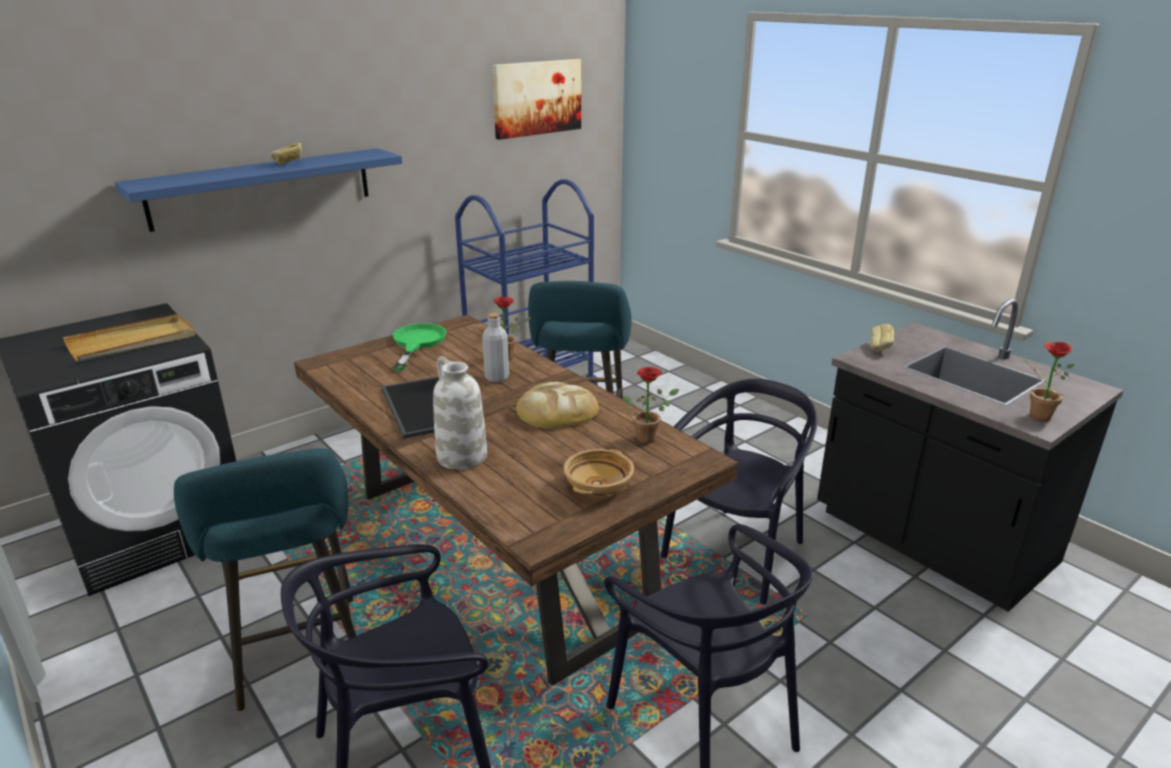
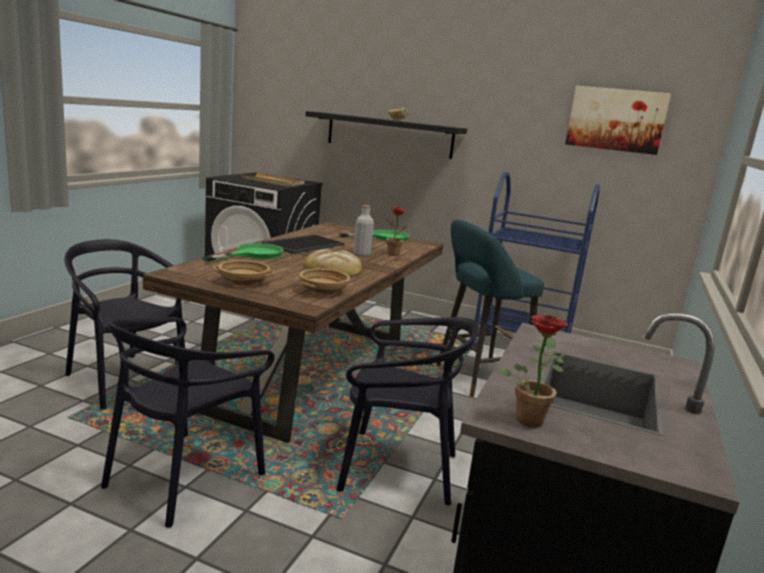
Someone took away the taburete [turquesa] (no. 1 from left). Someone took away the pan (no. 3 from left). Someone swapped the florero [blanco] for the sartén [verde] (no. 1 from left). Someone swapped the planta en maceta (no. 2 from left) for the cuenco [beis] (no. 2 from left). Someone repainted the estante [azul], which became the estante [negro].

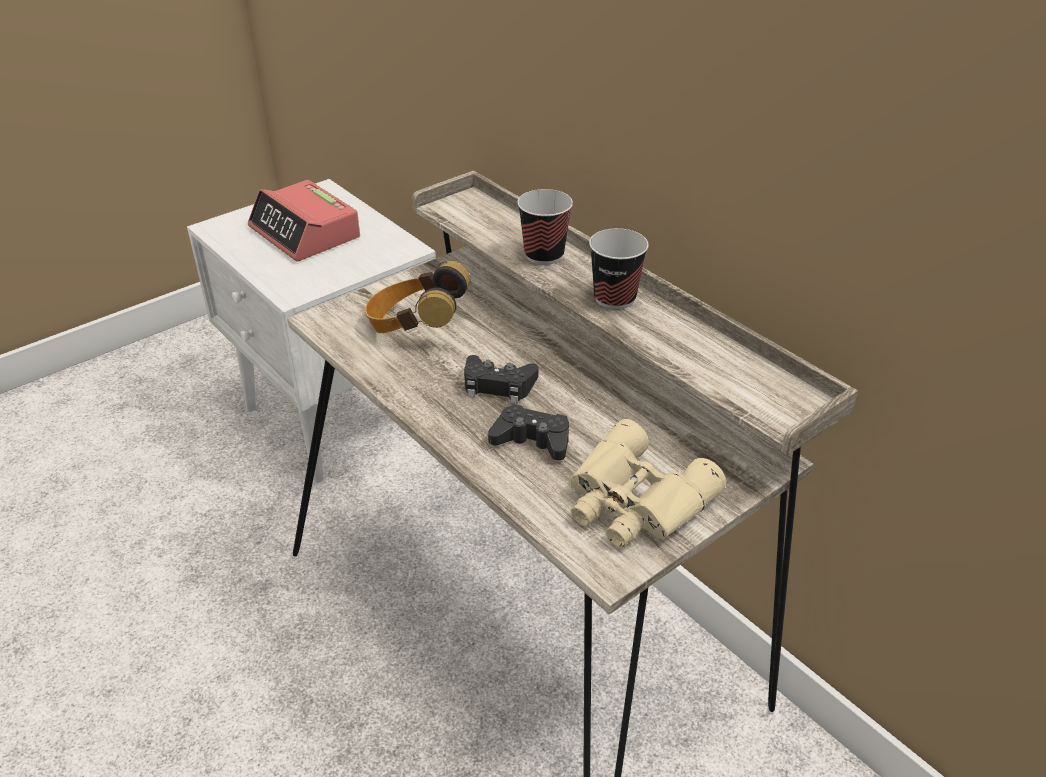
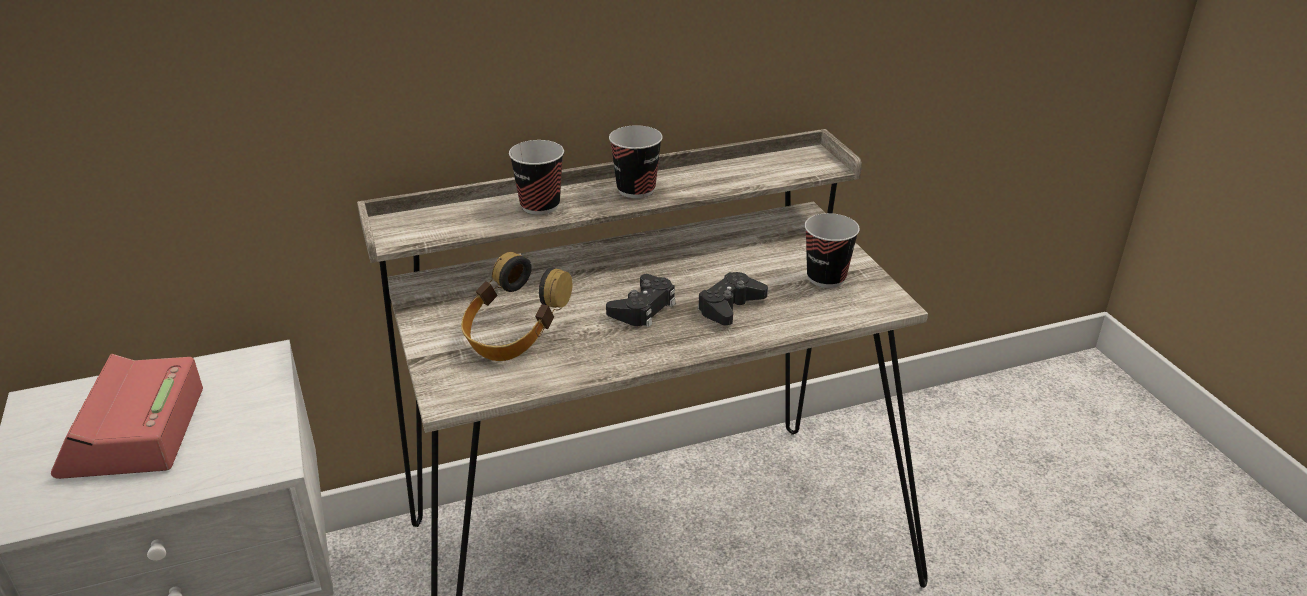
Someone swapped the prismáticos [beis] for the taza (no. 3 from left). Someone rotated the despertador by 105 degrees clockwise.

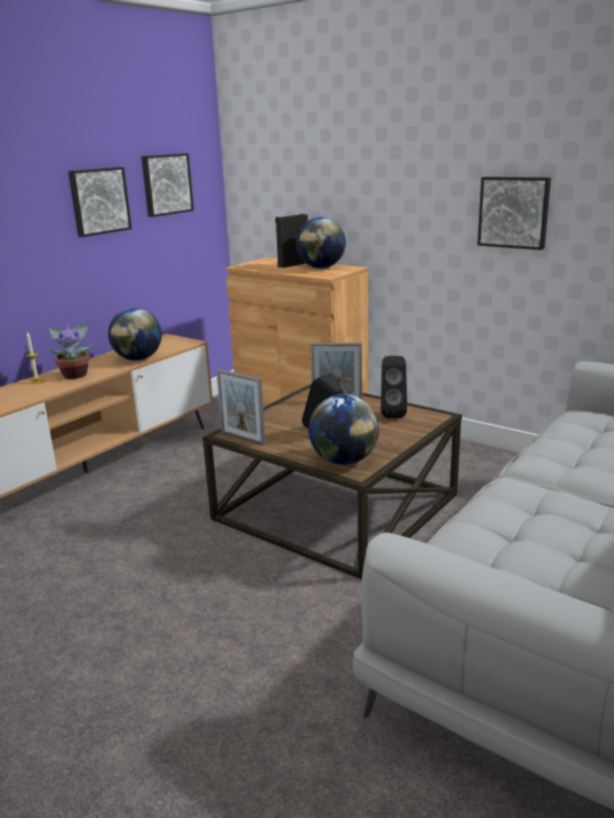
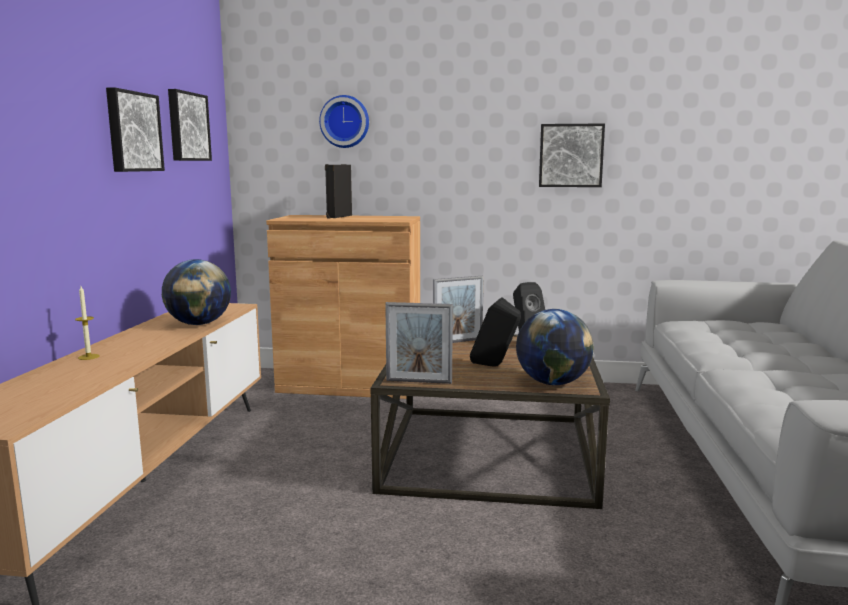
Someone took away the planta en maceta. Someone took away the globo terráqueo (no. 2 from left). Someone put up the reloj de pared.

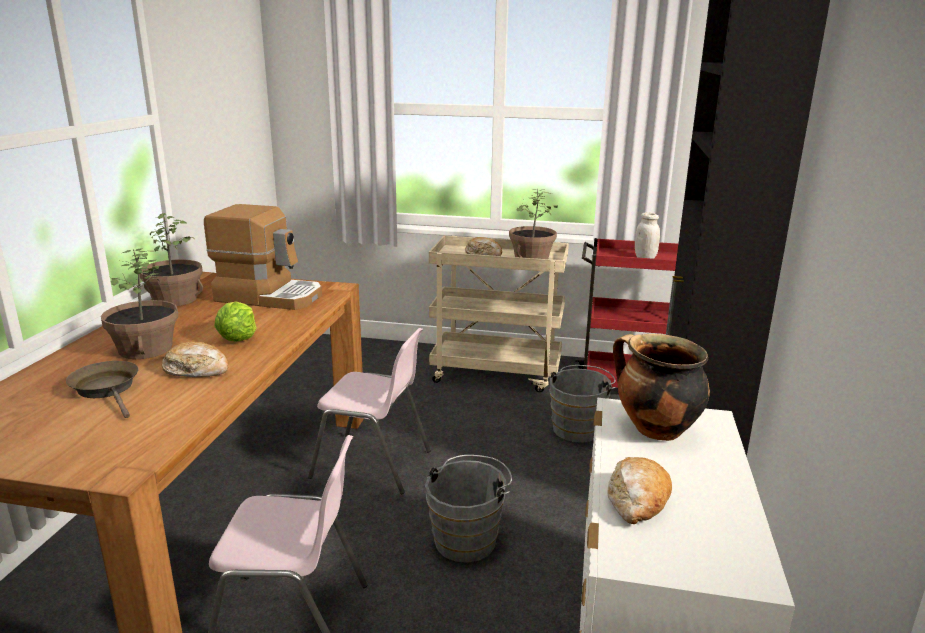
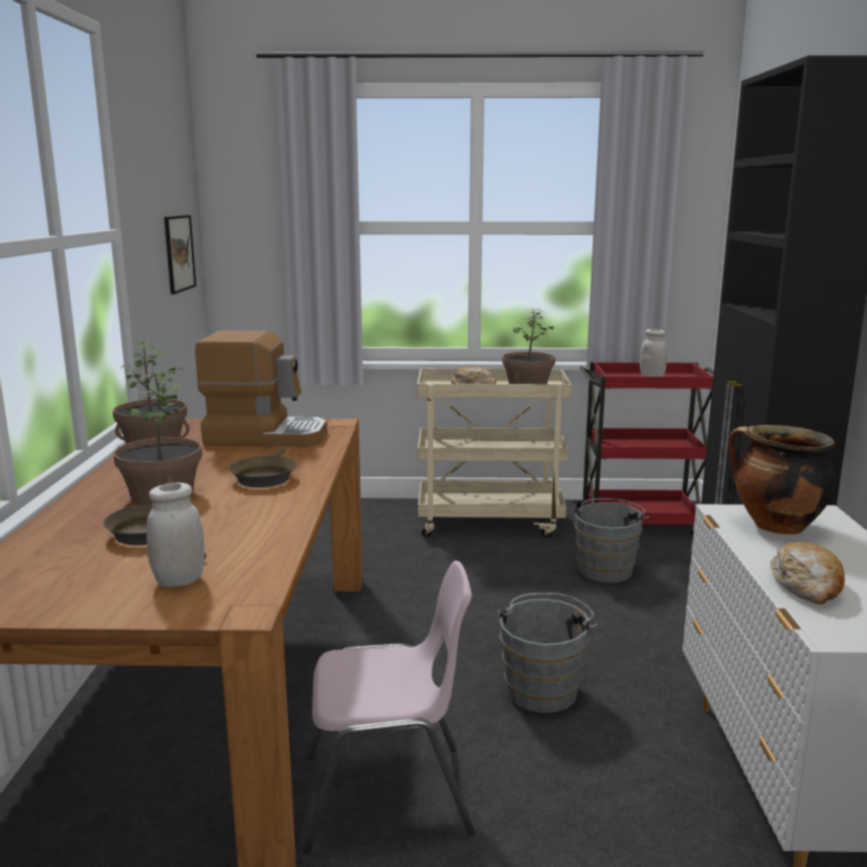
Someone took away the pan (no. 1 from left). Someone took away the silla [rosa] (no. 2 from left). Someone put down the tarro [blanco] (no. 1 from left). Someone put up the cuadro. Someone swapped the lechuga for the sartén [marrón] (no. 2 from left).

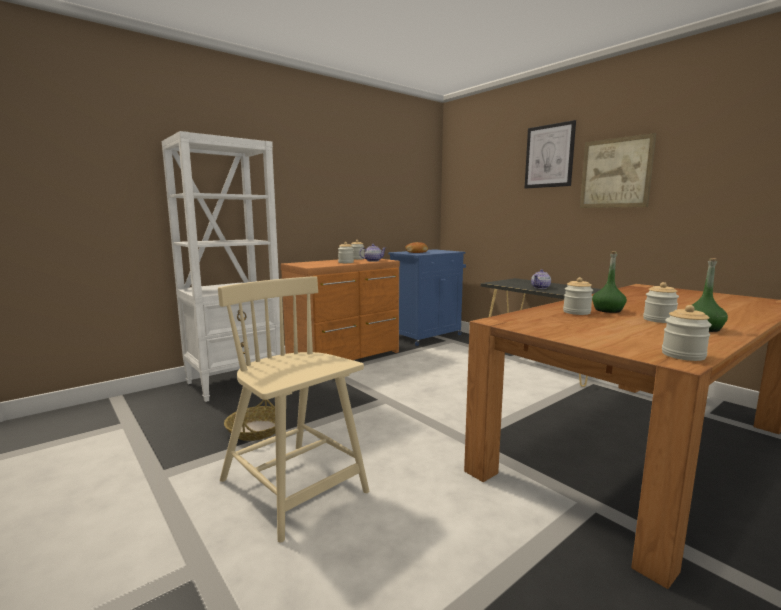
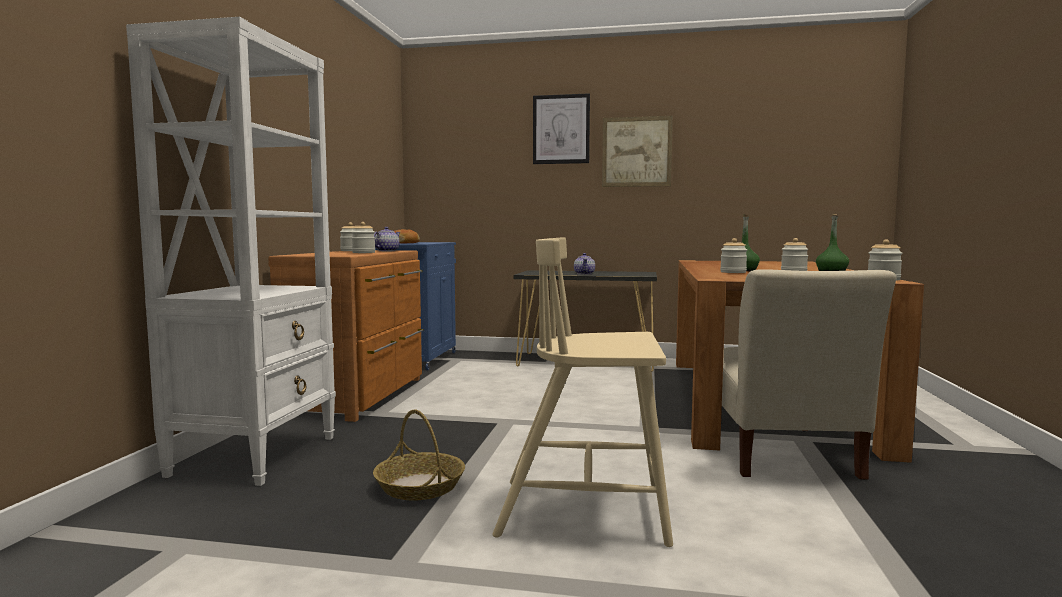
Someone put down the silla [beis] (no. 2 from left).

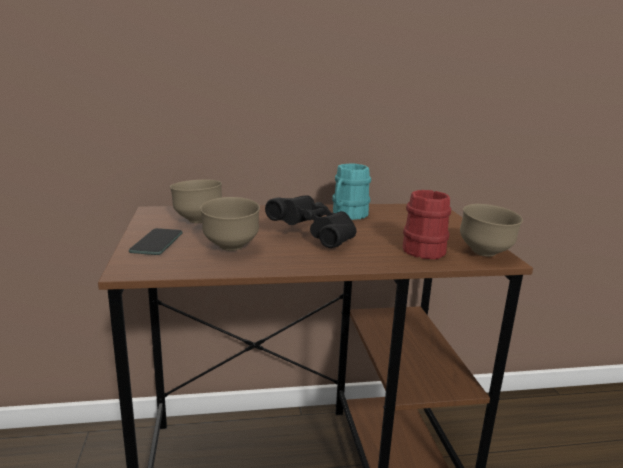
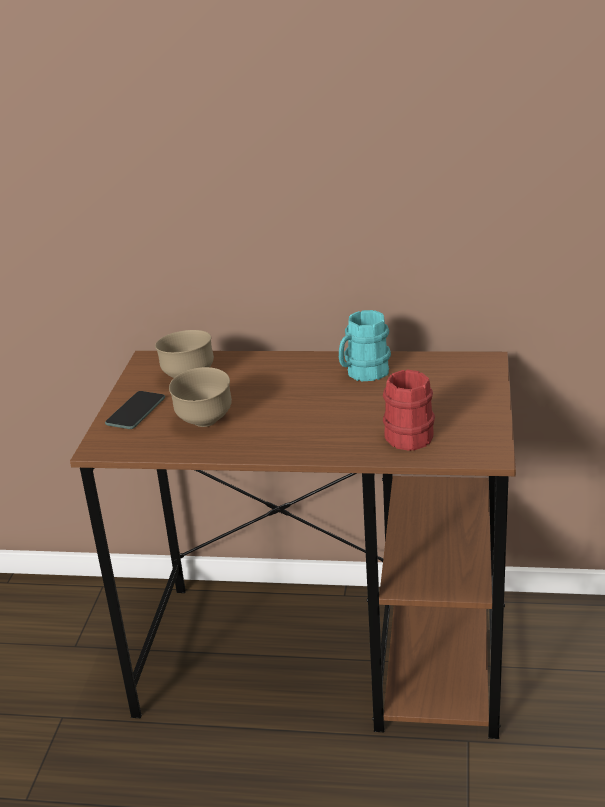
Someone took away the prismáticos [negro]. Someone took away the cuenco [marrón] (no. 3 from left).

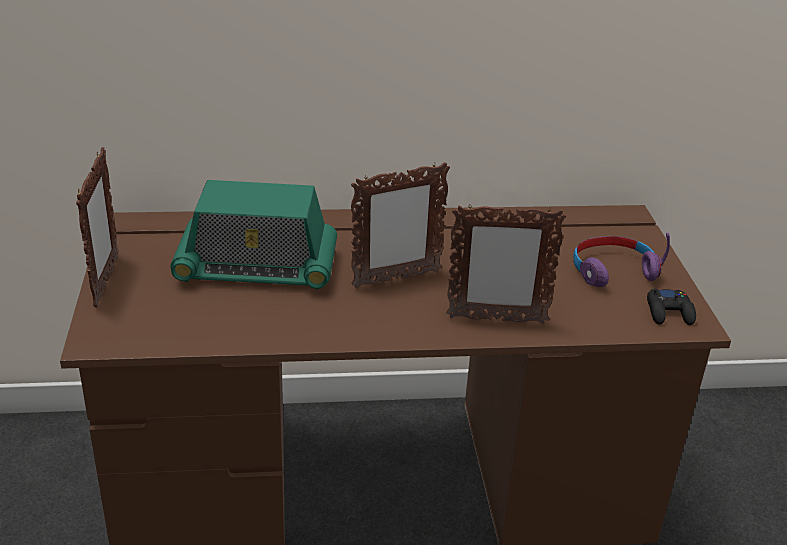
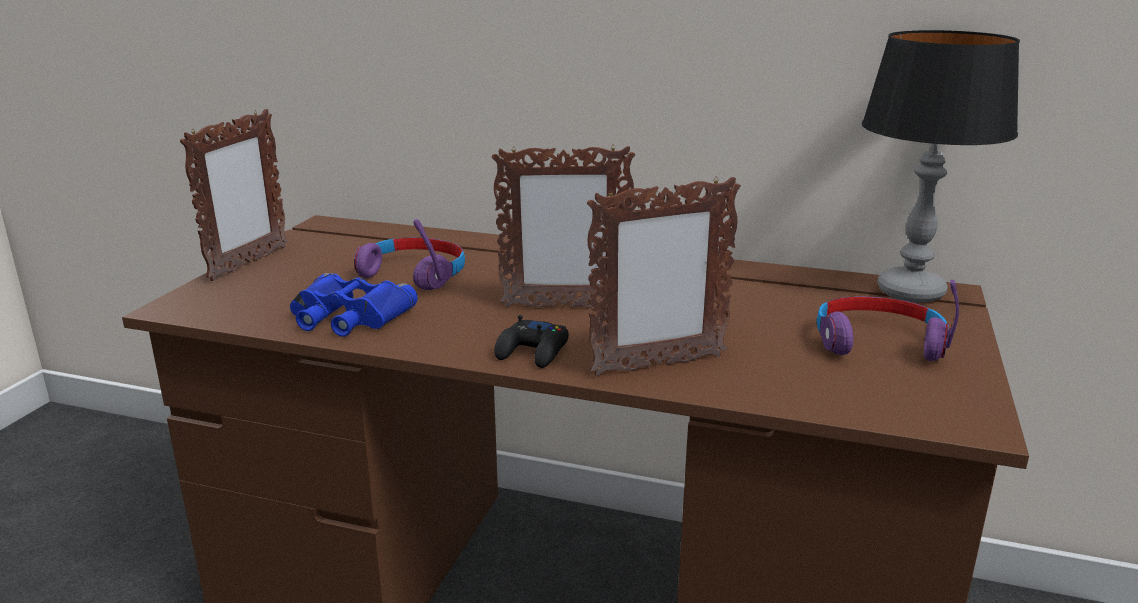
Someone put down the prismáticos [azul]. Someone put down the lámpara de mesa. Someone carried the mando de consola [negro]. Someone swapped the radio for the auriculares [morado] (no. 1 from left). Someone rotated the portarretratos (no. 3 from left) by 45 degrees counterclockwise.

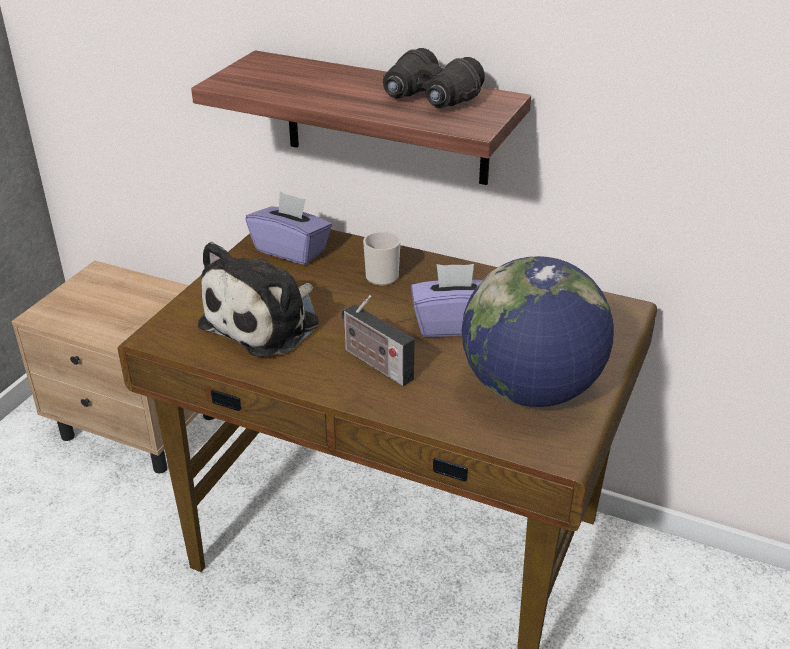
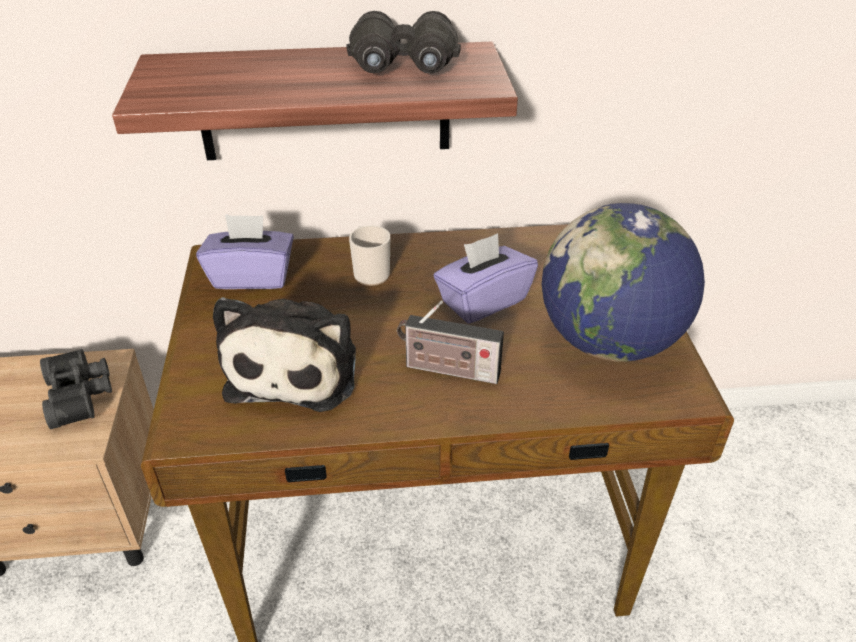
Someone put down the prismáticos [negro] (no. 1 from left).

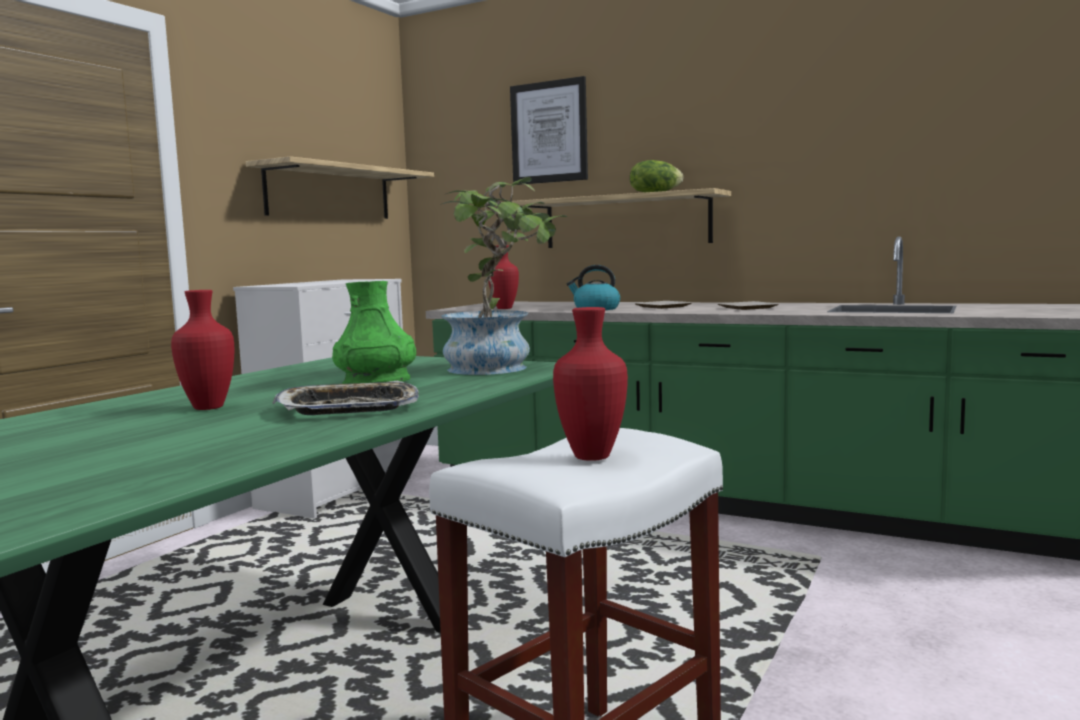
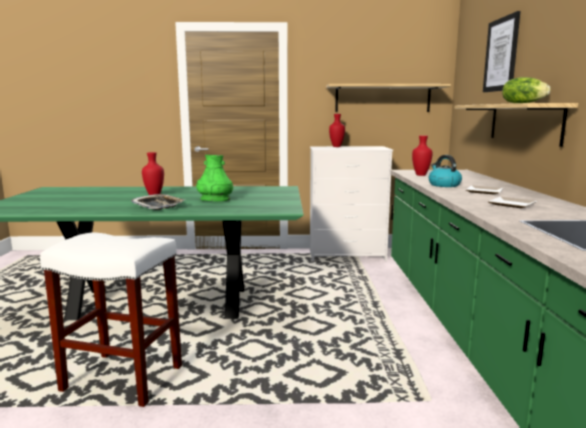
Someone took away the planta en maceta. Someone carried the florero [rojo] (no. 3 from left in the first image).

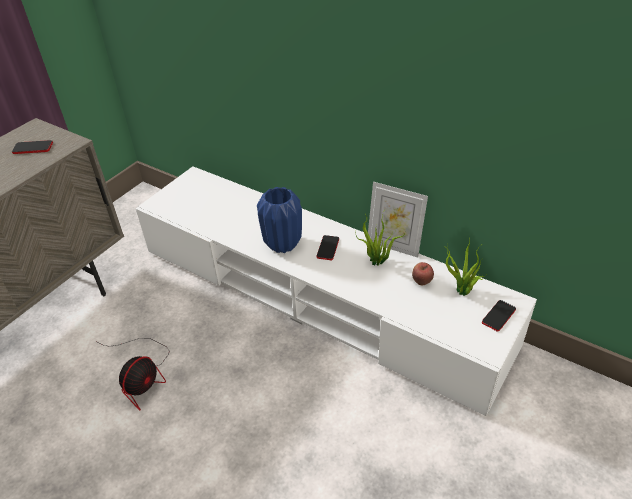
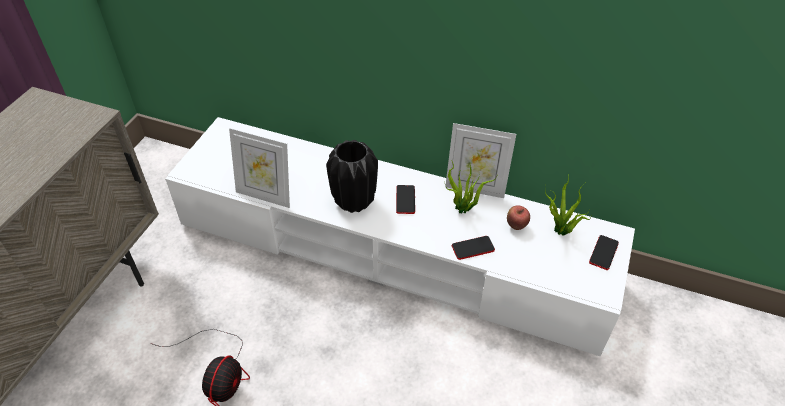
Someone put down the portarretratos (no. 1 from left). Someone carried the móvil (no. 1 from left in the first image). Someone repainted the florero [azul], which became the florero [negro].

